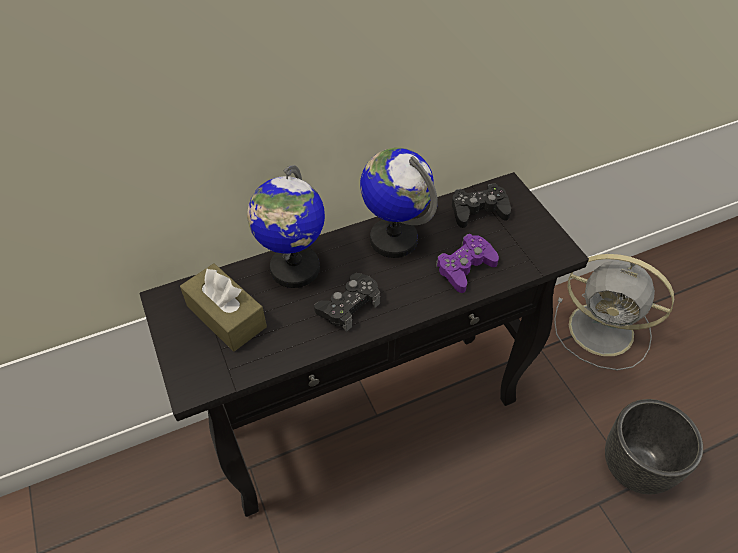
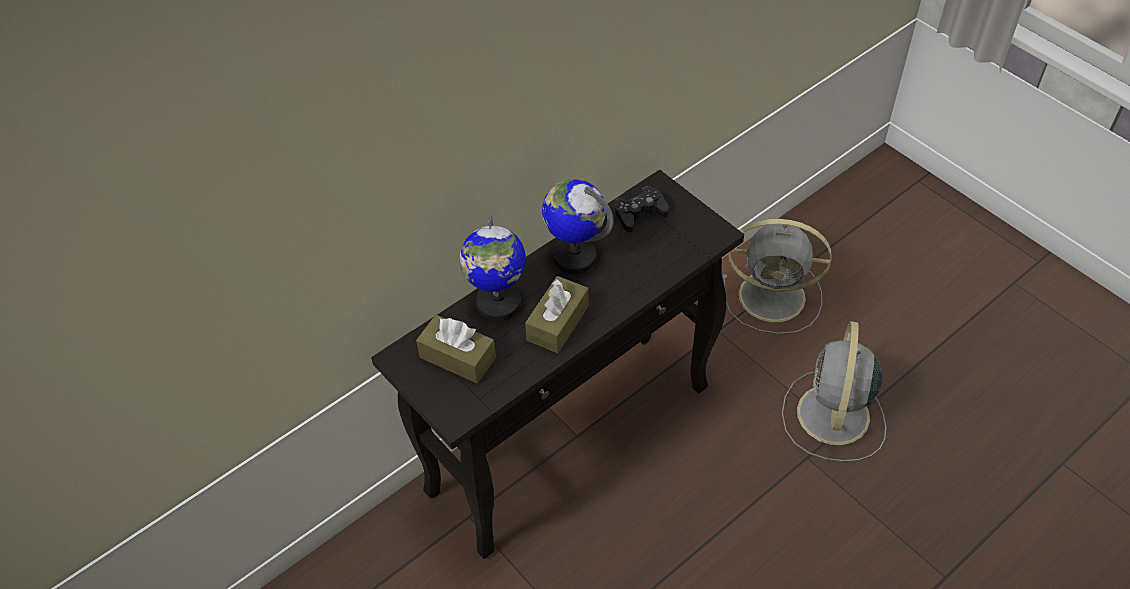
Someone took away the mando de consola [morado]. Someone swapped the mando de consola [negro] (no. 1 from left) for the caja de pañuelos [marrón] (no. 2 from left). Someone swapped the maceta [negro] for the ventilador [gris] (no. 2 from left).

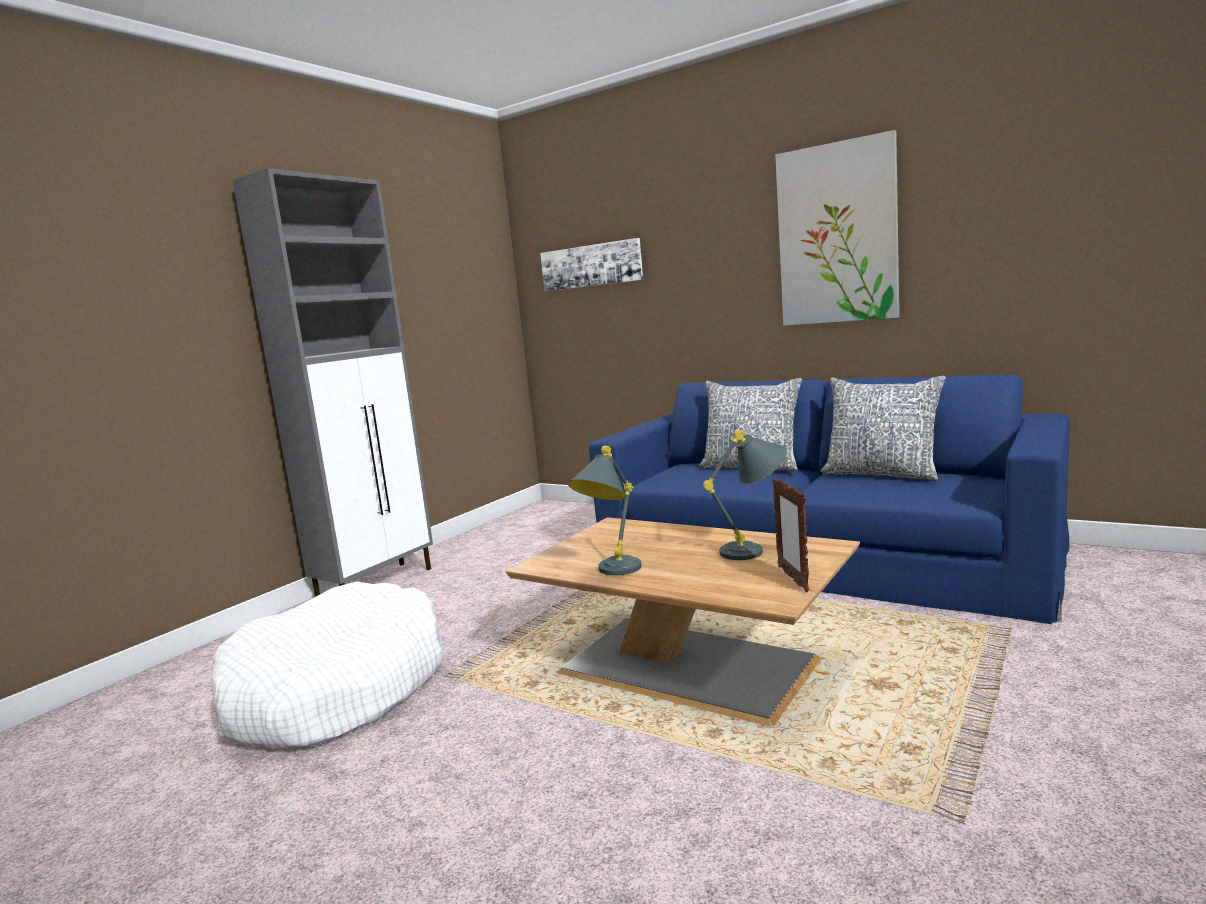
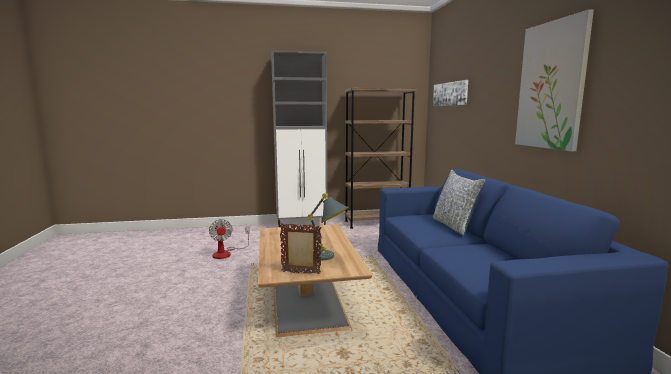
Someone took away the lámpara de mesa [gris] (no. 1 from left). Someone took away the cojín (no. 2 from left). Someone put down the estantería [marrón]. Someone swapped the cama para perro [blanco] for the ventilador. Someone rotated the portarretratos by 60 degrees clockwise.

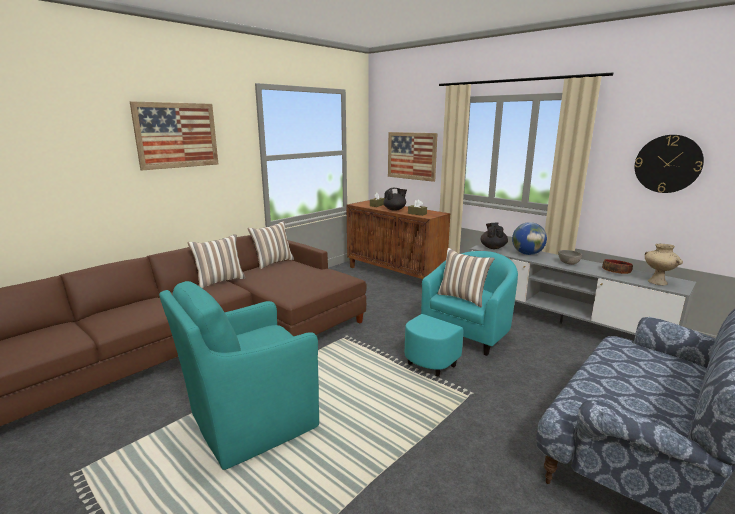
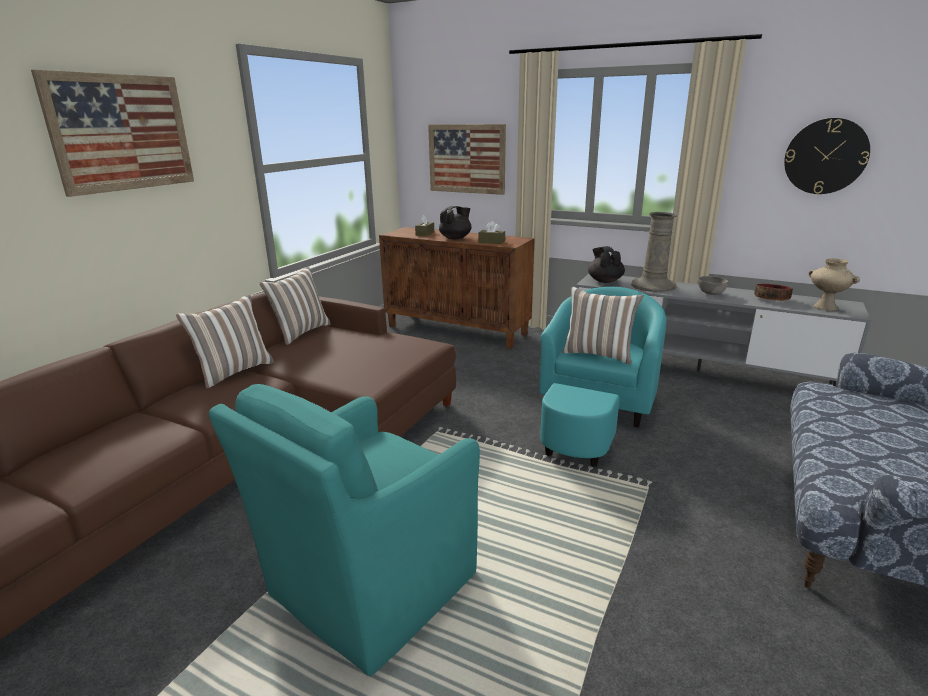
Someone swapped the globo terráqueo for the florero [beis] (no. 1 from left).

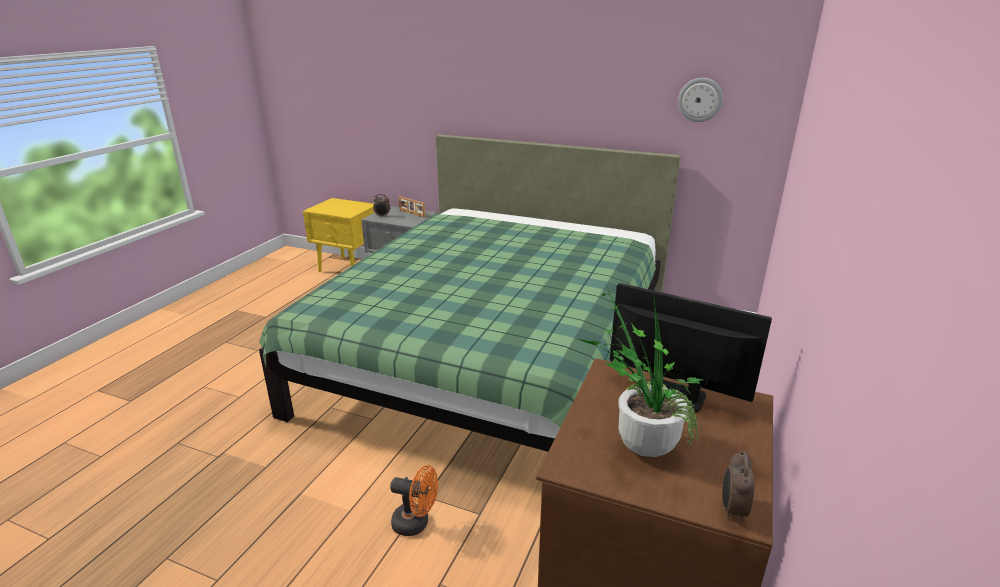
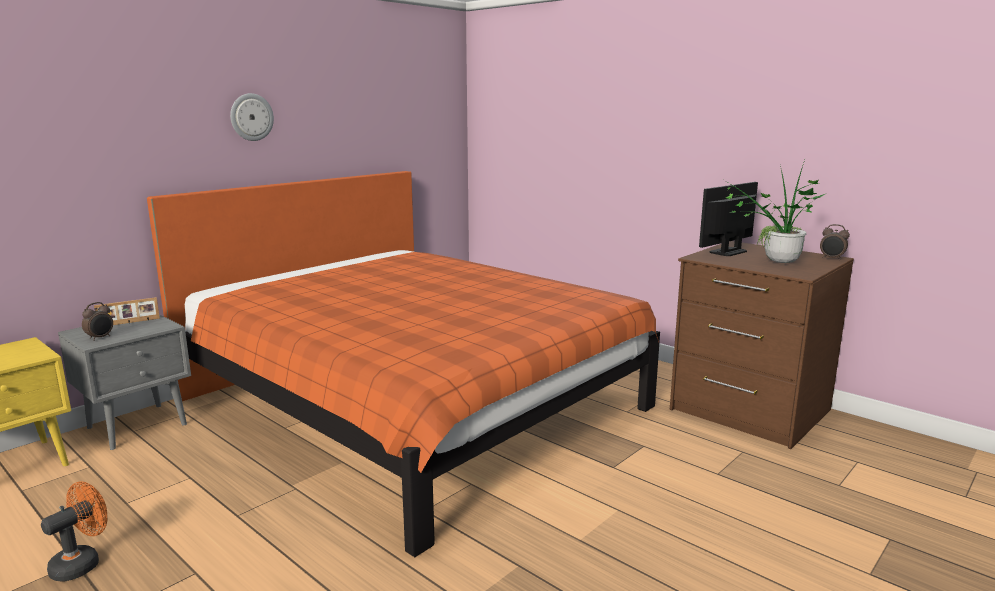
Someone carried the ventilador [naranja]. Someone carried the reloj de pared. Someone repainted the cama [verde], which became the cama [naranja].

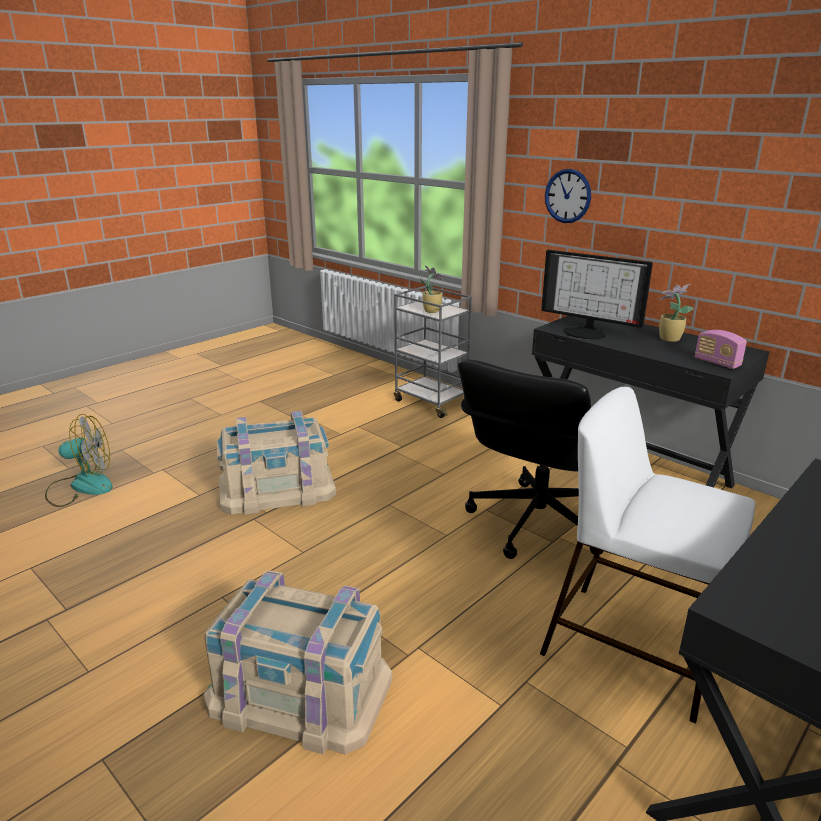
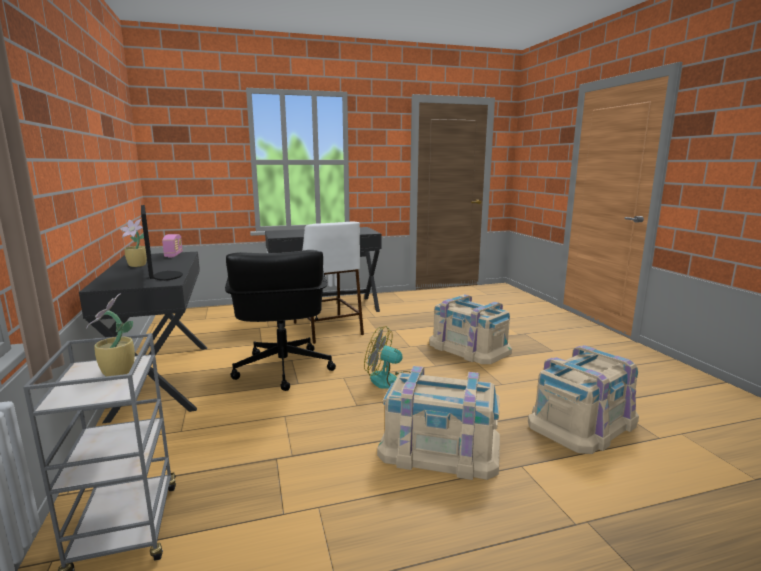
Someone took away the reloj de pared. Someone put down the caja de almacenaje [beis] (no. 3 from left). Someone carried the ventilador. Someone rotated the silla de oficina [negro] by 105 degrees clockwise.

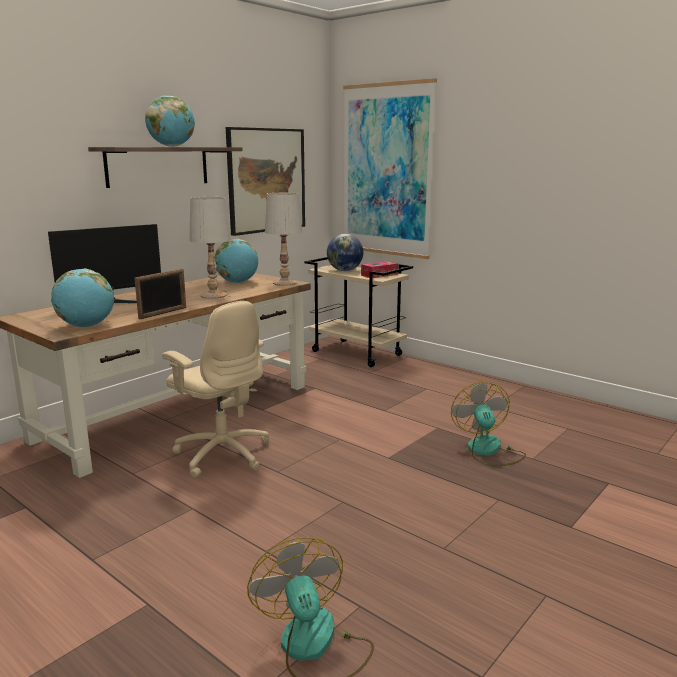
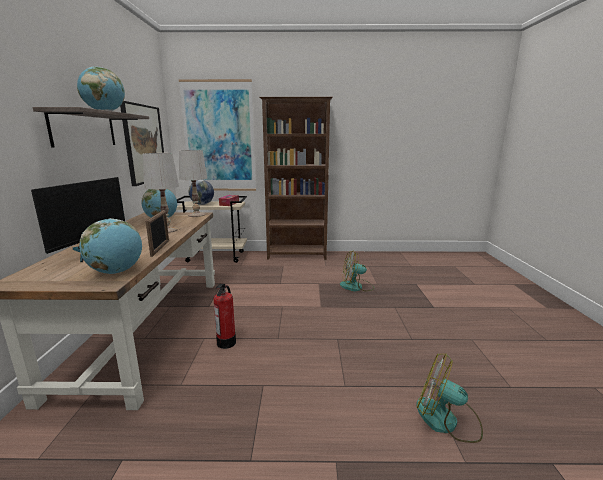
Someone put down the estantería [marrón]. Someone swapped the silla de oficina [beis] for the extintor. Someone rotated the ventilador (no. 2 from left in the first image) by 45 degrees counterclockwise.

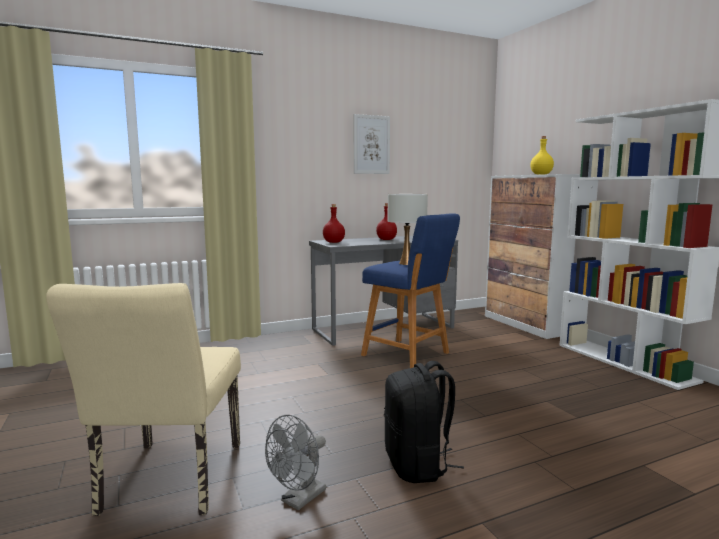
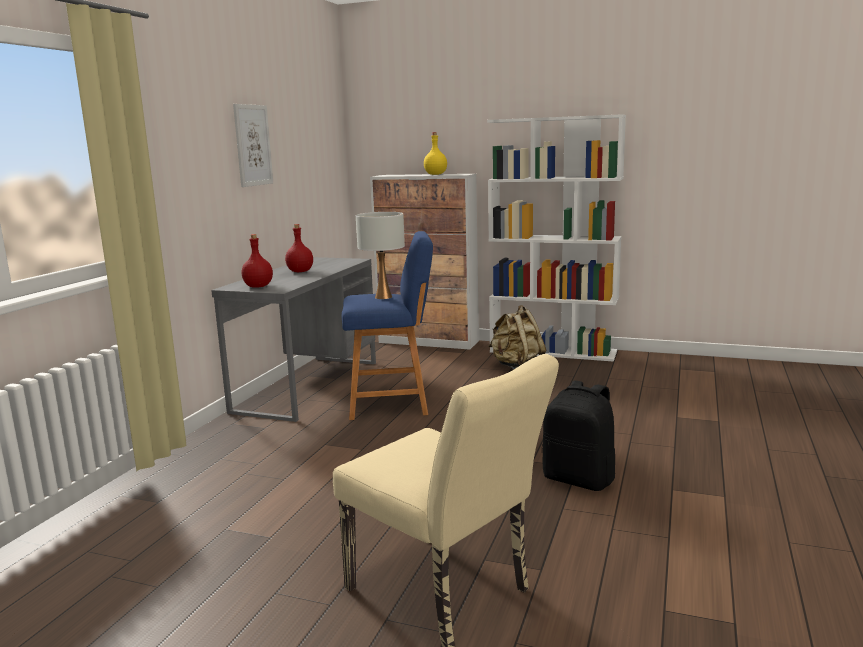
Someone took away the ventilador [gris]. Someone put down the mochila [beis].

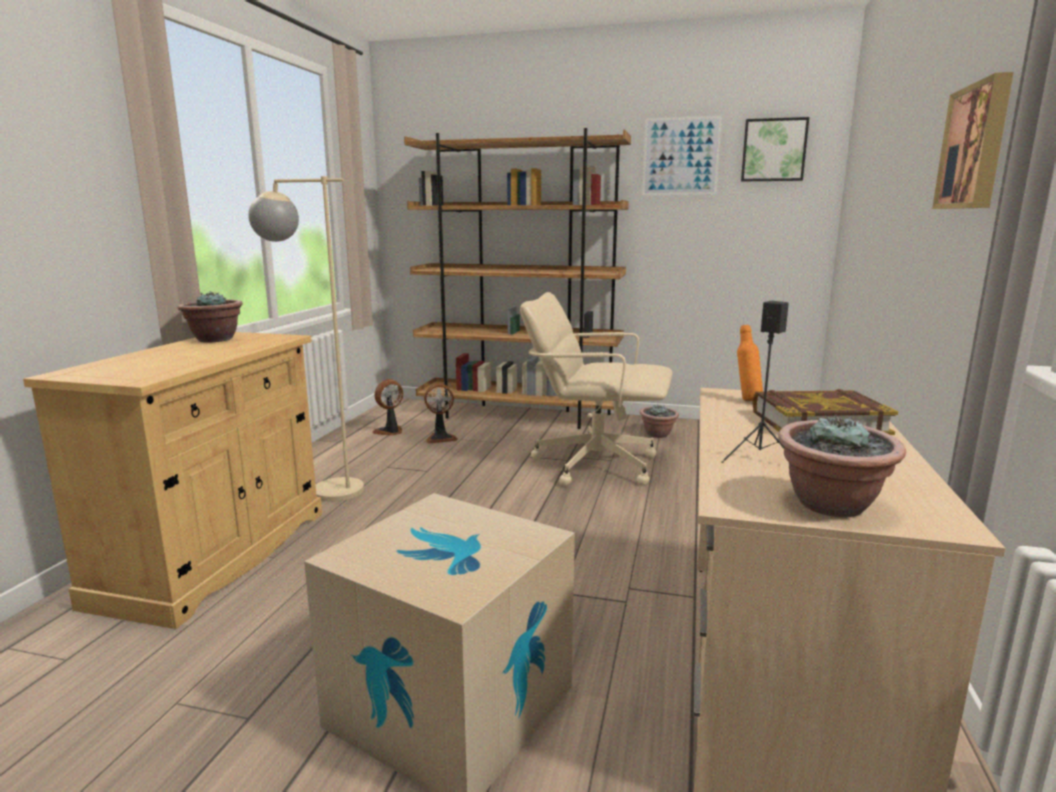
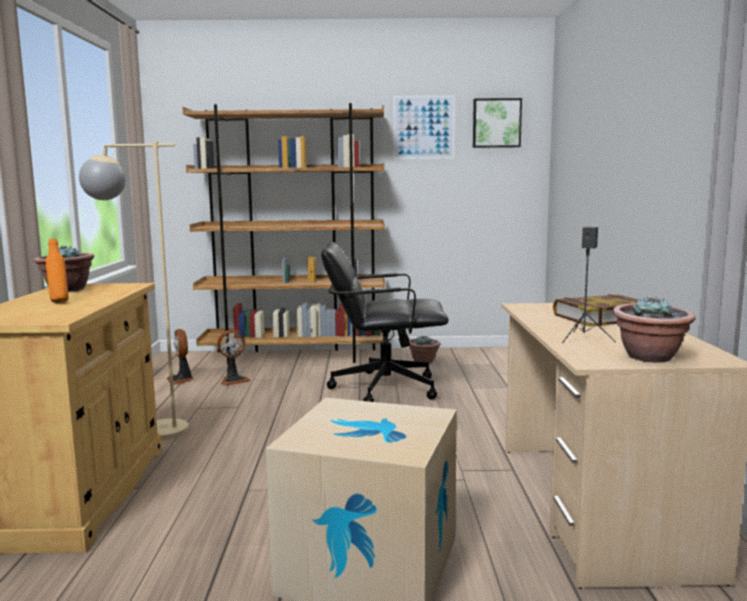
Someone took away the cuadro (no. 3 from left). Someone carried the botella [naranja]. Someone repainted the silla de oficina [beis], which became the silla de oficina [negro]. Someone rotated the ventilador (no. 1 from left) by 60 degrees counterclockwise.

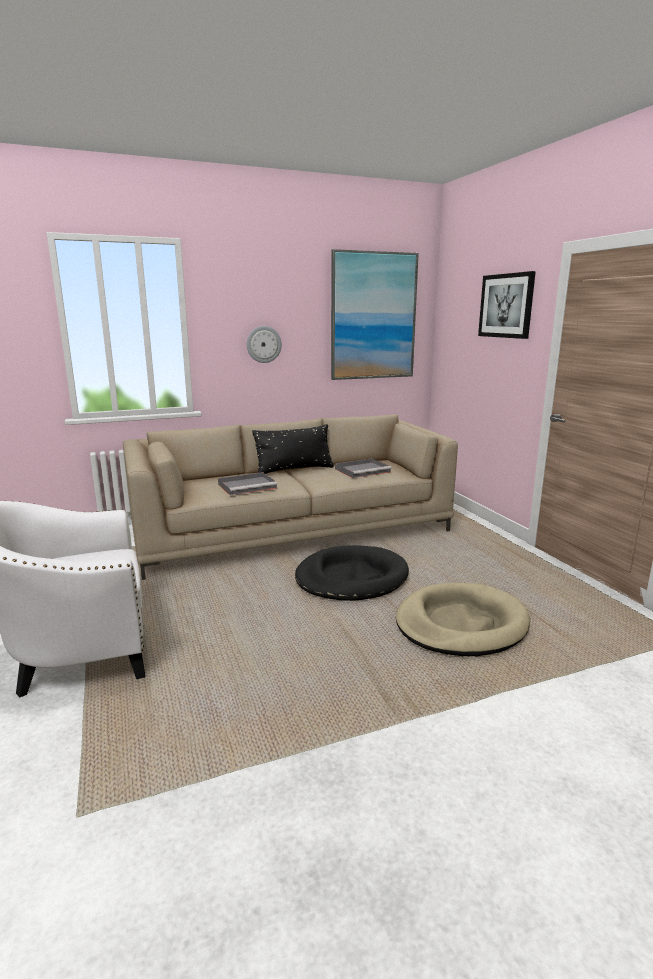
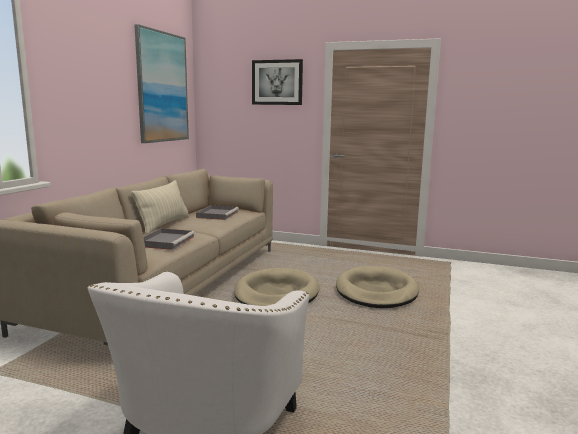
Someone took away the reloj de pared. Someone repainted the cojín [negro], which became the cojín [beis]. Someone repainted the cama para perro [negro], which became the cama para perro [beis] (no. 1 from left).

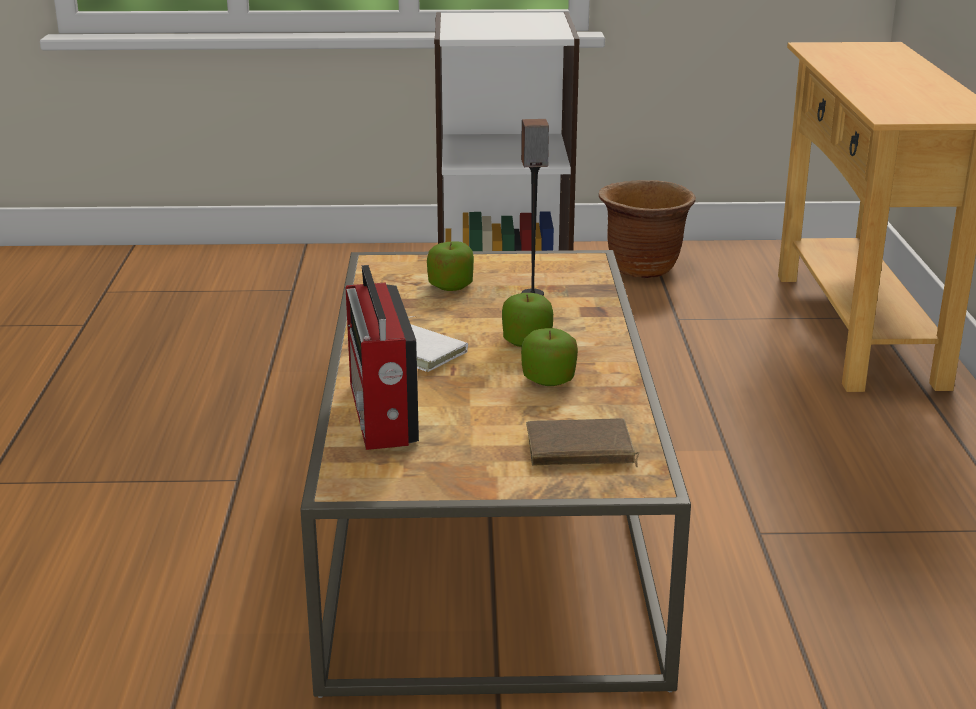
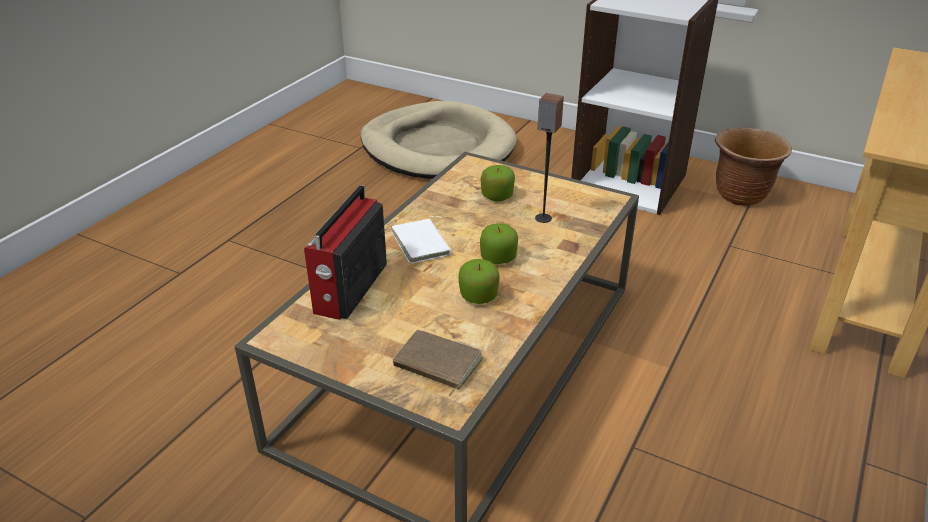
Someone put down the cama para perro [beis].

